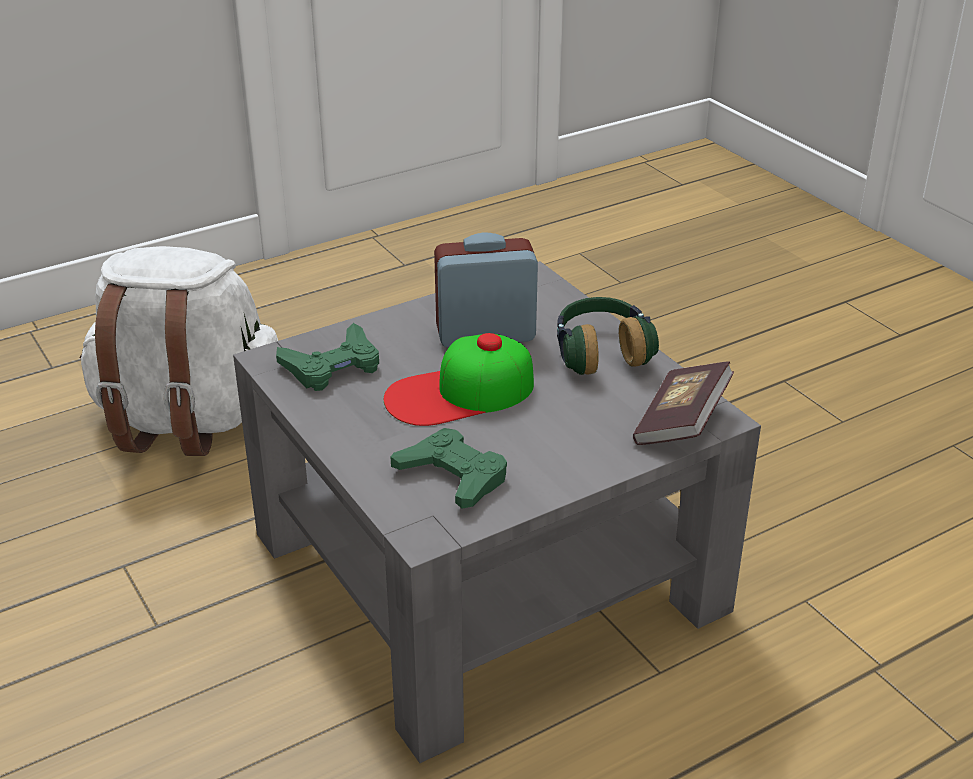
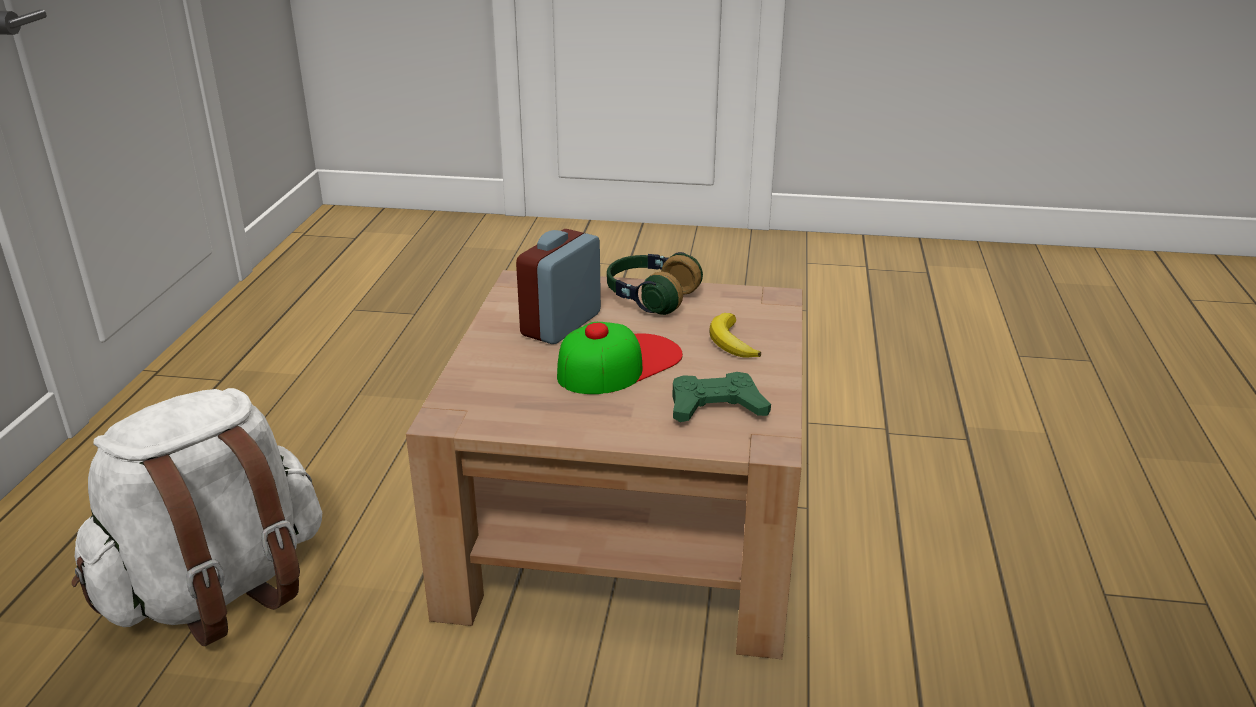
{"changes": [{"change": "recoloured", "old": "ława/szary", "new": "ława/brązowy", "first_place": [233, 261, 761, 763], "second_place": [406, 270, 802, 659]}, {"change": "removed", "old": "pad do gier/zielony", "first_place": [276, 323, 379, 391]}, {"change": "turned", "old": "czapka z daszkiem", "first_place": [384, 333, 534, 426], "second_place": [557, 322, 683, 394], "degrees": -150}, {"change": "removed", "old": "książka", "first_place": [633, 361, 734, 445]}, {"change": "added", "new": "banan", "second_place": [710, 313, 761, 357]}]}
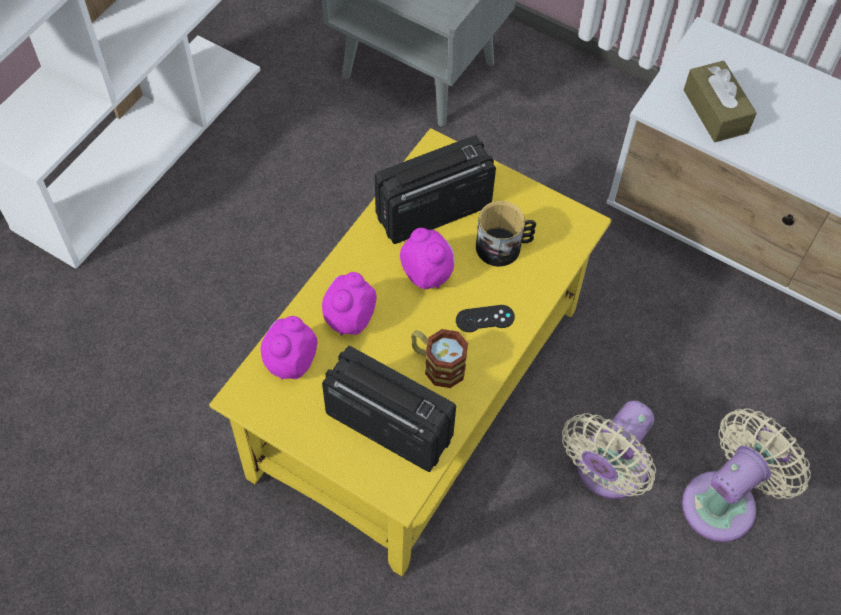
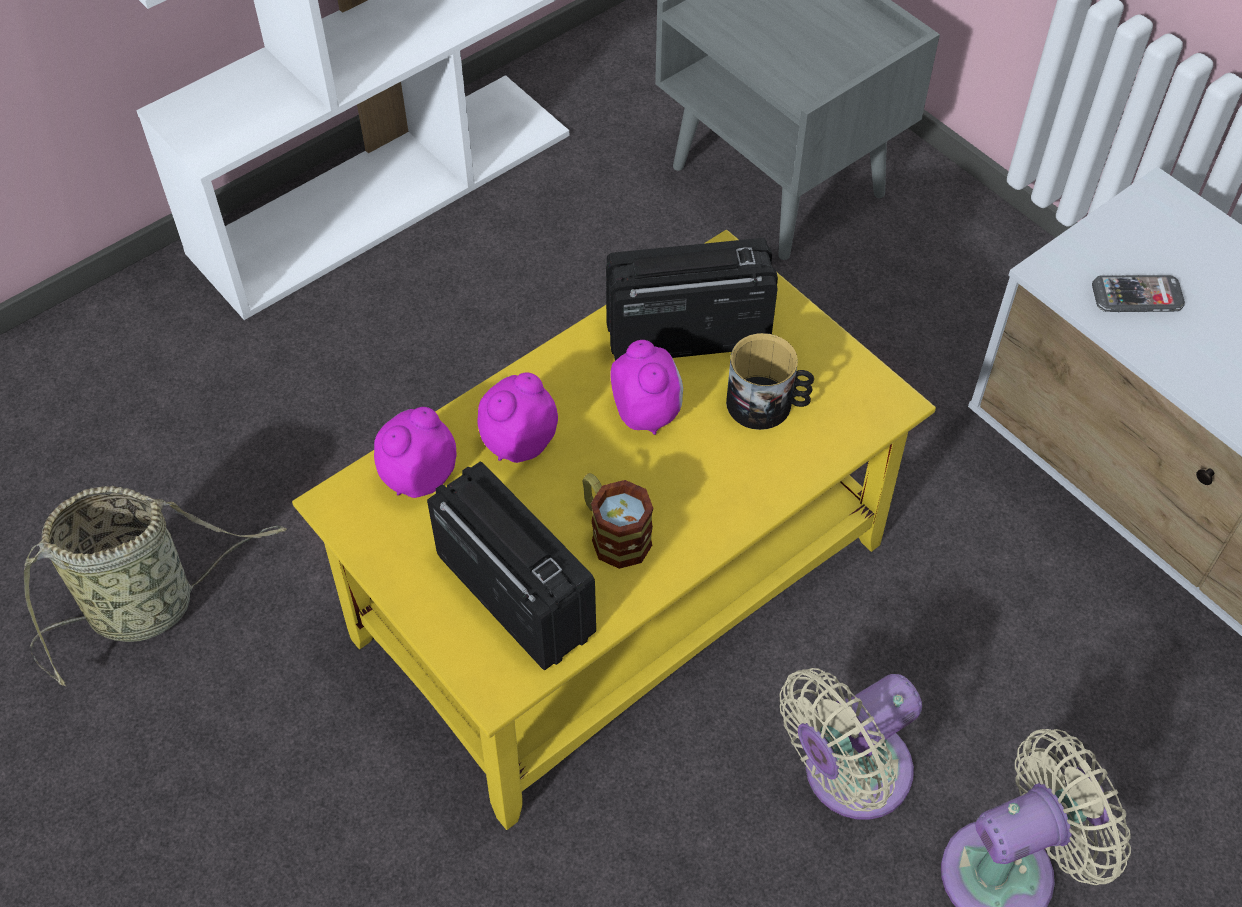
{"changes": [{"change": "removed", "old": "pad do gier/czarny", "first_place": [456, 305, 515, 332]}, {"change": "replaced", "old": "pudełko chusteczek/brązowy", "new": "telefon", "first_place": [684, 61, 757, 142], "second_place": [1092, 275, 1185, 312]}, {"change": "added", "new": "koszyk", "second_place": [24, 486, 287, 686]}]}
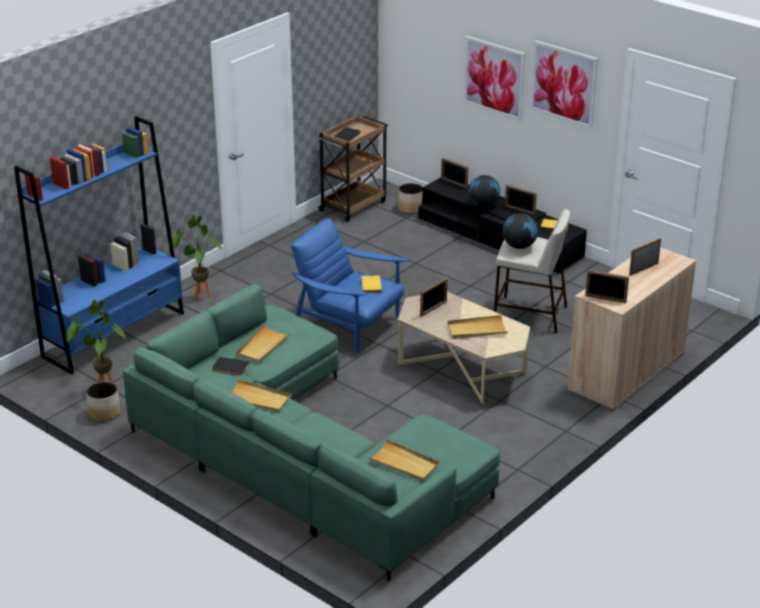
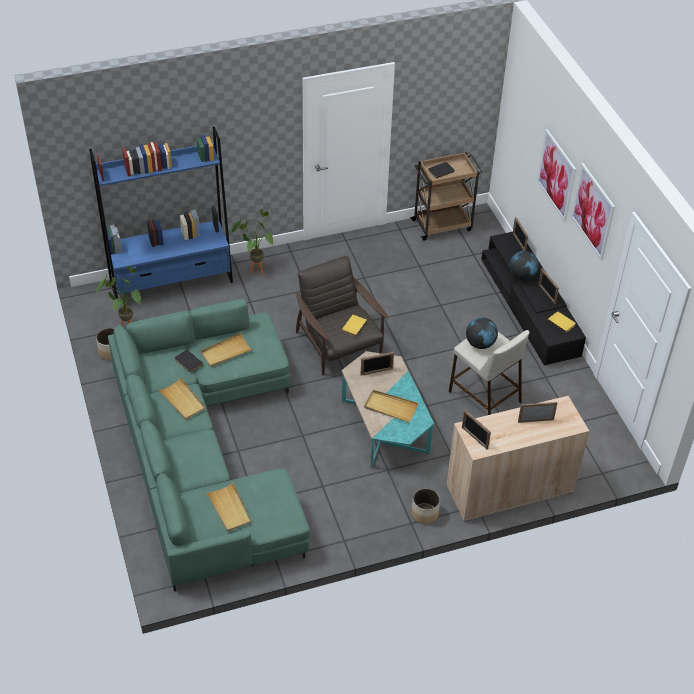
{"changes": [{"change": "recoloured", "old": "fotel/niebieski", "new": "fotel/brązowy", "first_place": [291, 218, 408, 353], "second_place": [296, 256, 389, 376]}, {"change": "moved", "old": "donica", "first_place": [398, 183, 423, 214], "second_place": [411, 488, 440, 524]}, {"change": "recoloured", "old": "ława/beżowy", "new": "ława/turkusowy", "first_place": [398, 292, 530, 404], "second_place": [342, 351, 434, 468]}]}
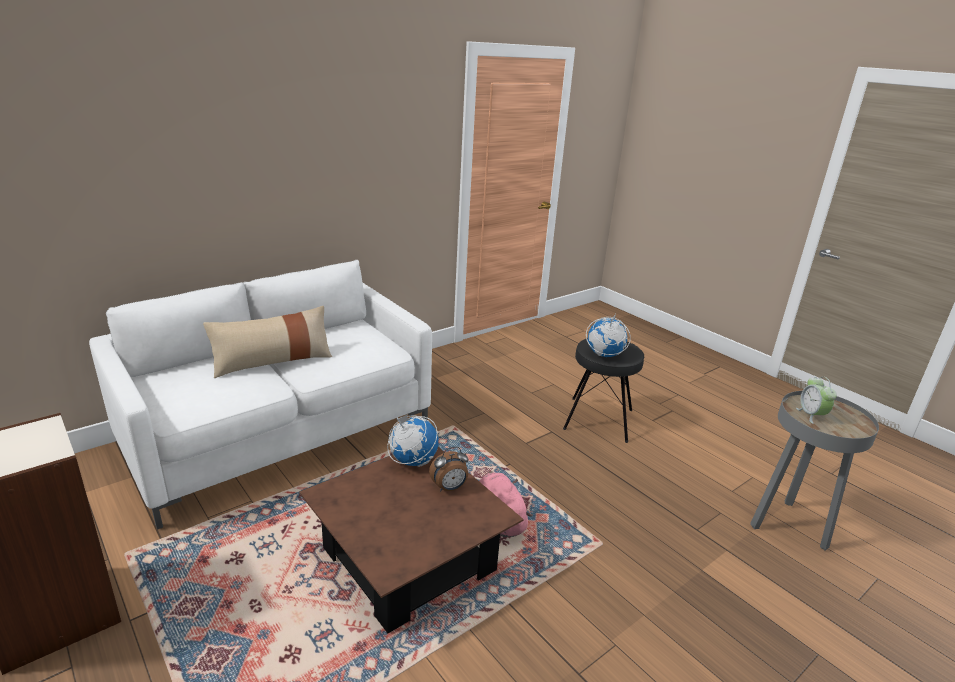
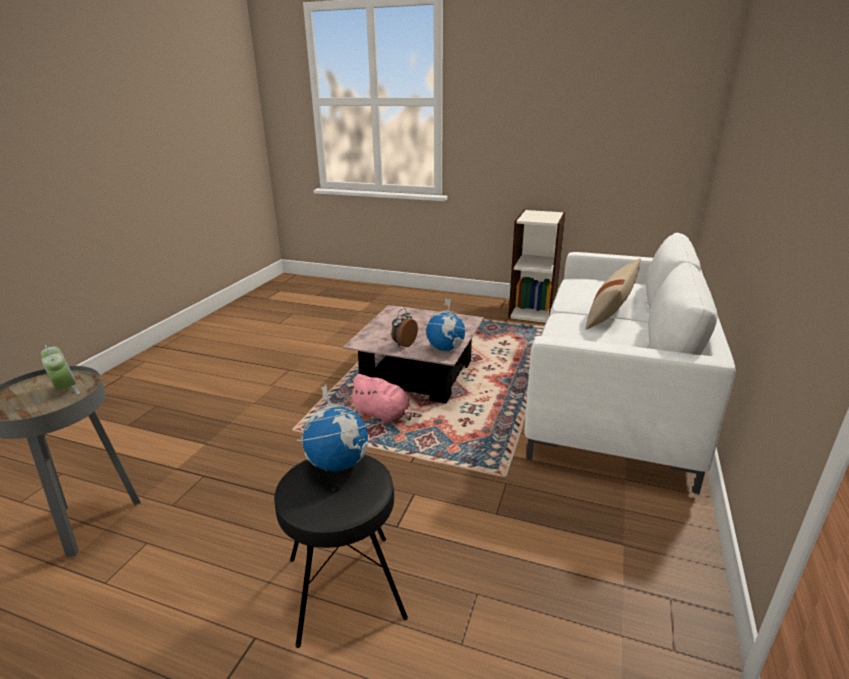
{"changes": [{"change": "recoloured", "old": "ława/brązowy", "new": "ława/różowy", "first_place": [299, 447, 523, 633], "second_place": [343, 305, 484, 404]}]}
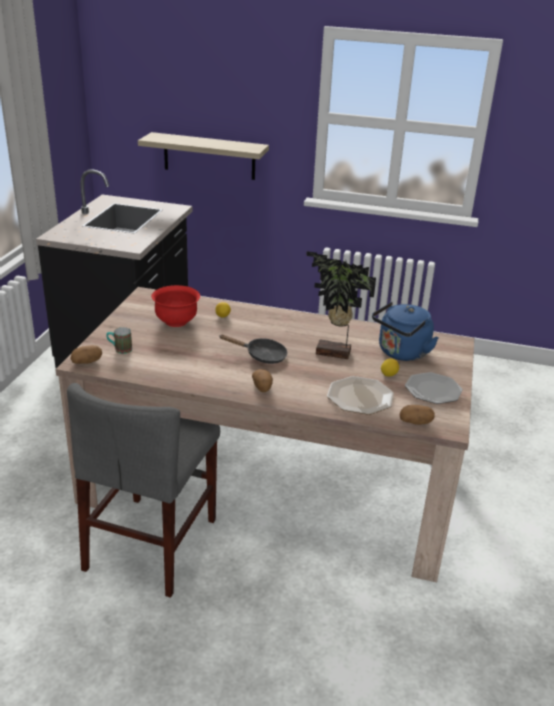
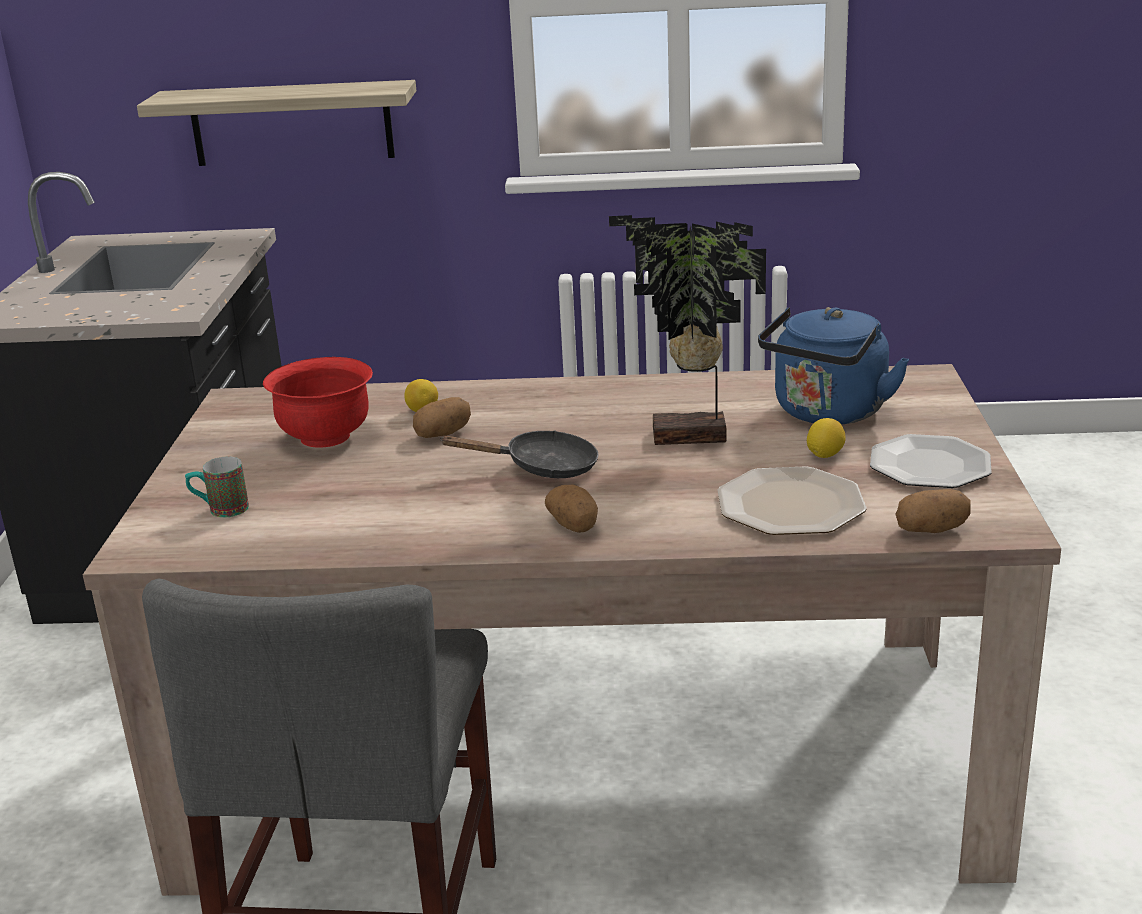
{"changes": [{"change": "moved", "old": "ziemniak", "first_place": [71, 345, 102, 364], "second_place": [413, 397, 471, 438]}]}
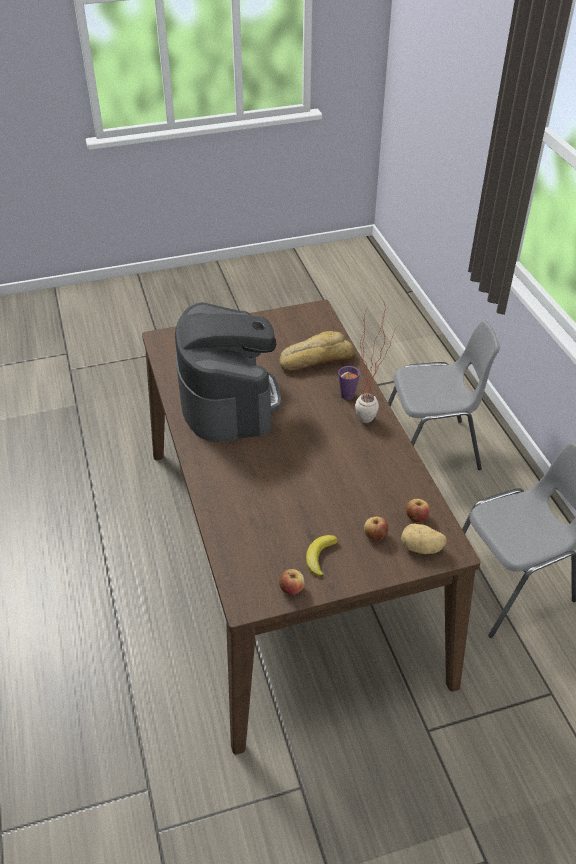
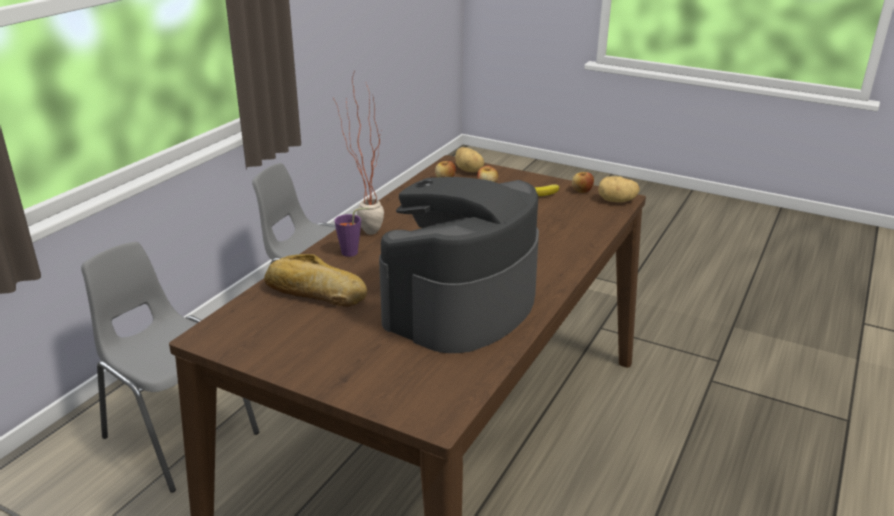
{"changes": [{"change": "added", "new": "ziemniak", "second_place": [598, 176, 640, 202]}]}
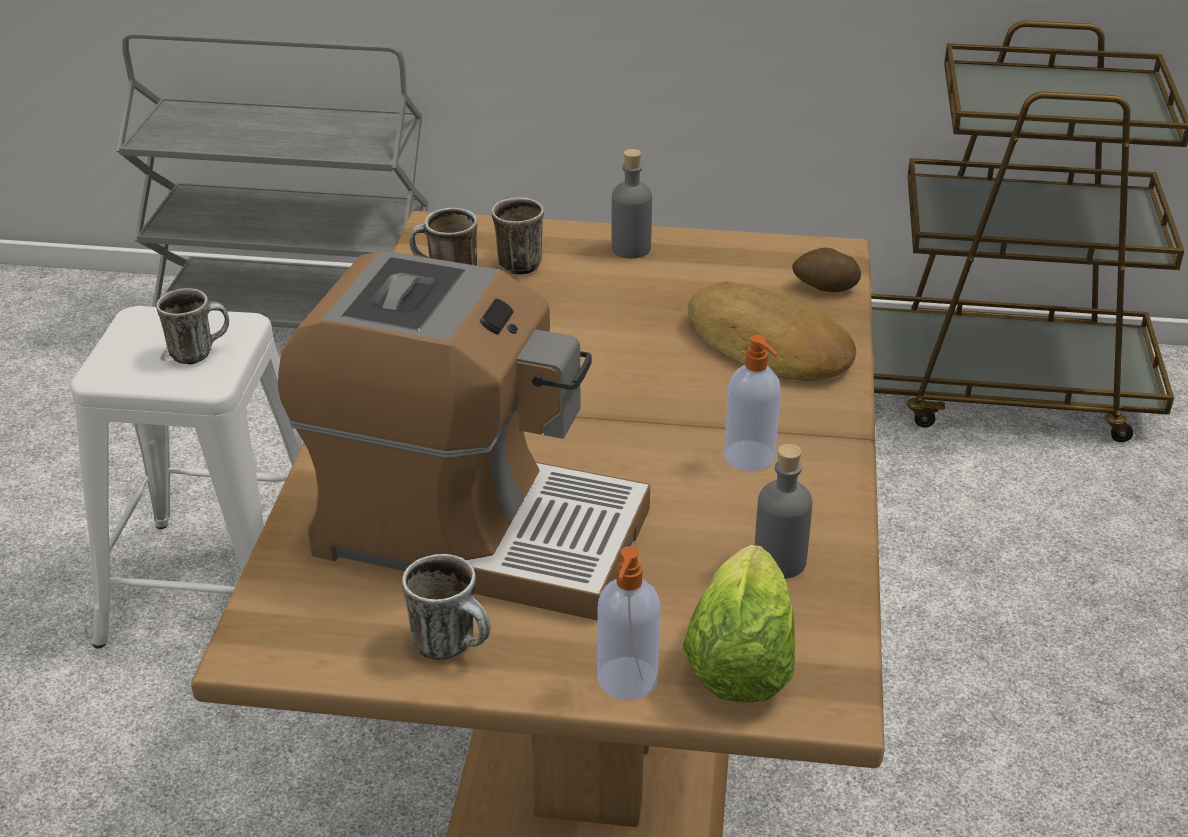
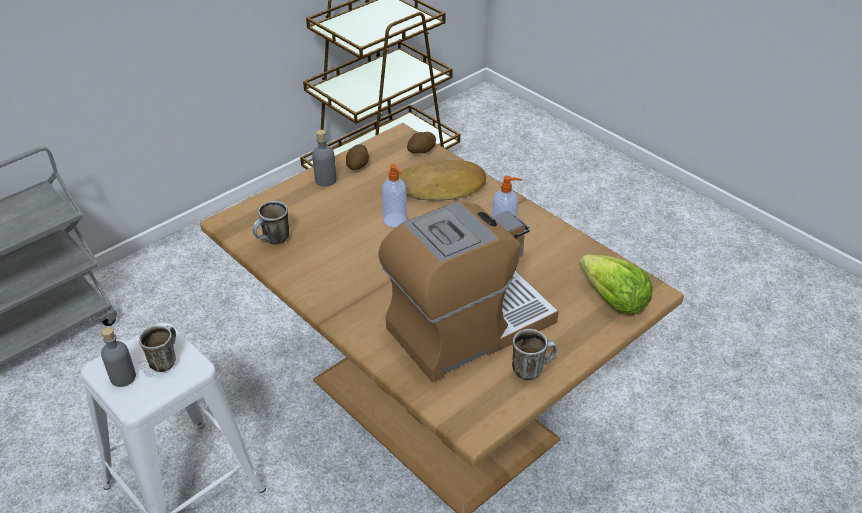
{"changes": [{"change": "removed", "old": "kubek", "first_place": [491, 197, 544, 275]}, {"change": "moved", "old": "dozownik mydła", "first_place": [597, 546, 660, 700], "second_place": [382, 164, 407, 227]}, {"change": "moved", "old": "butelka/szary", "first_place": [755, 444, 813, 579], "second_place": [101, 327, 136, 387]}, {"change": "added", "new": "ziemniak", "second_place": [346, 144, 369, 170]}]}
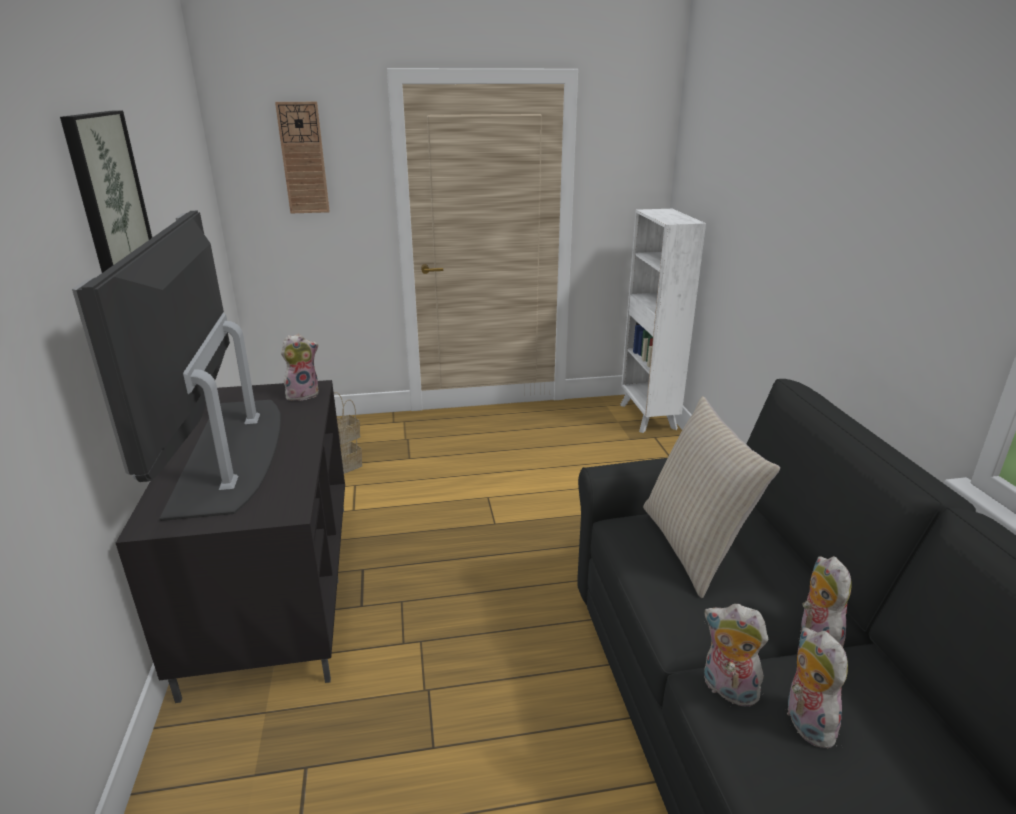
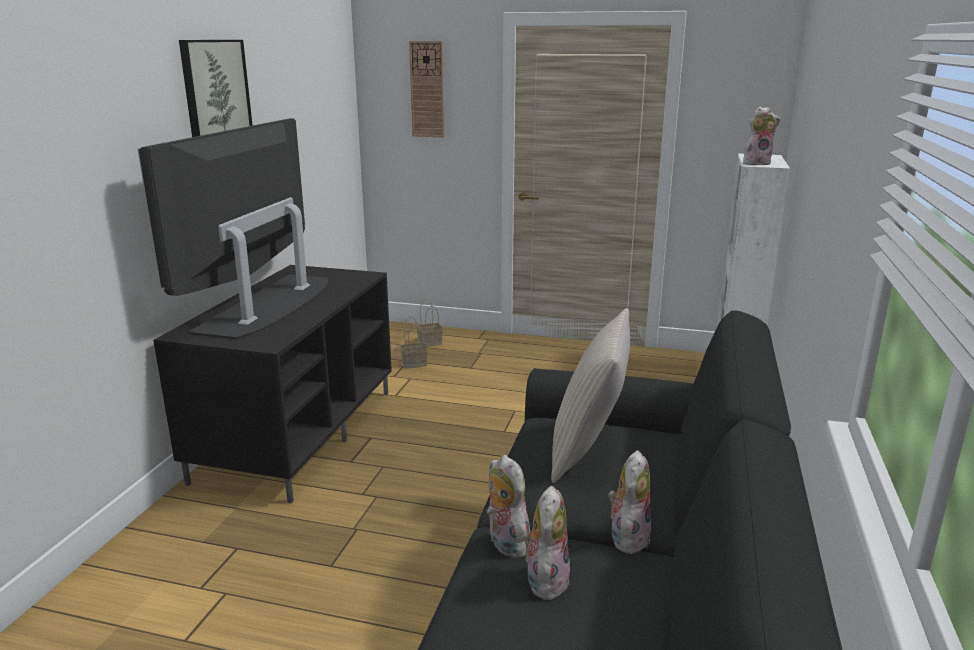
{"changes": [{"change": "moved", "old": "pluszak", "first_place": [281, 334, 319, 401], "second_place": [743, 106, 781, 165]}]}
